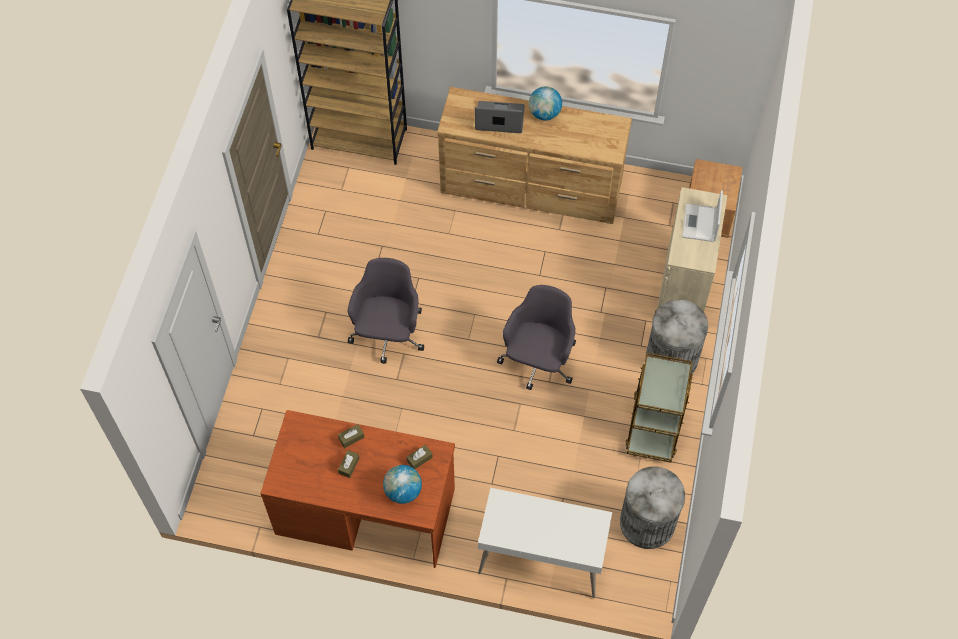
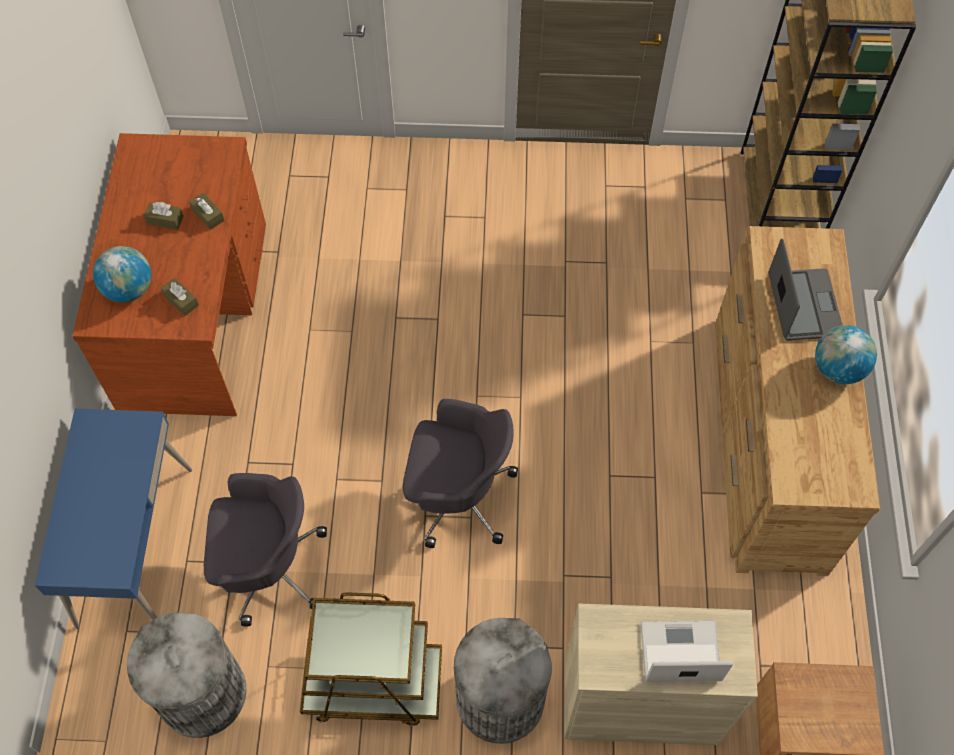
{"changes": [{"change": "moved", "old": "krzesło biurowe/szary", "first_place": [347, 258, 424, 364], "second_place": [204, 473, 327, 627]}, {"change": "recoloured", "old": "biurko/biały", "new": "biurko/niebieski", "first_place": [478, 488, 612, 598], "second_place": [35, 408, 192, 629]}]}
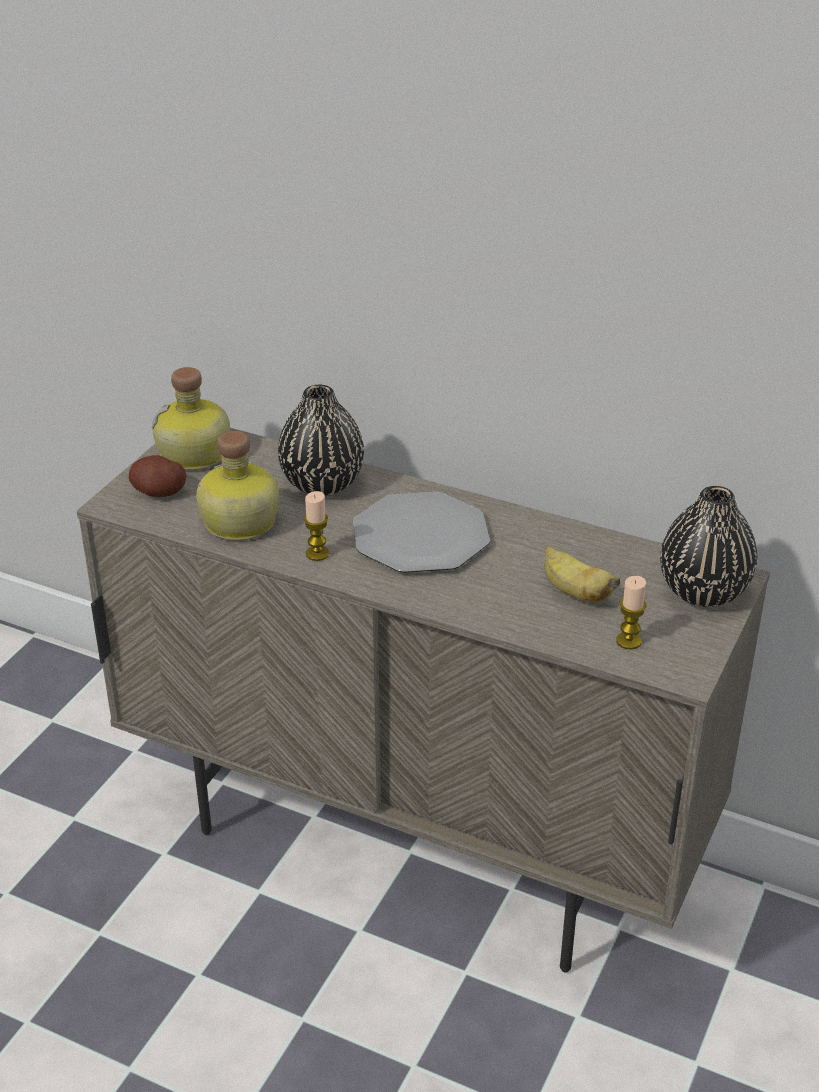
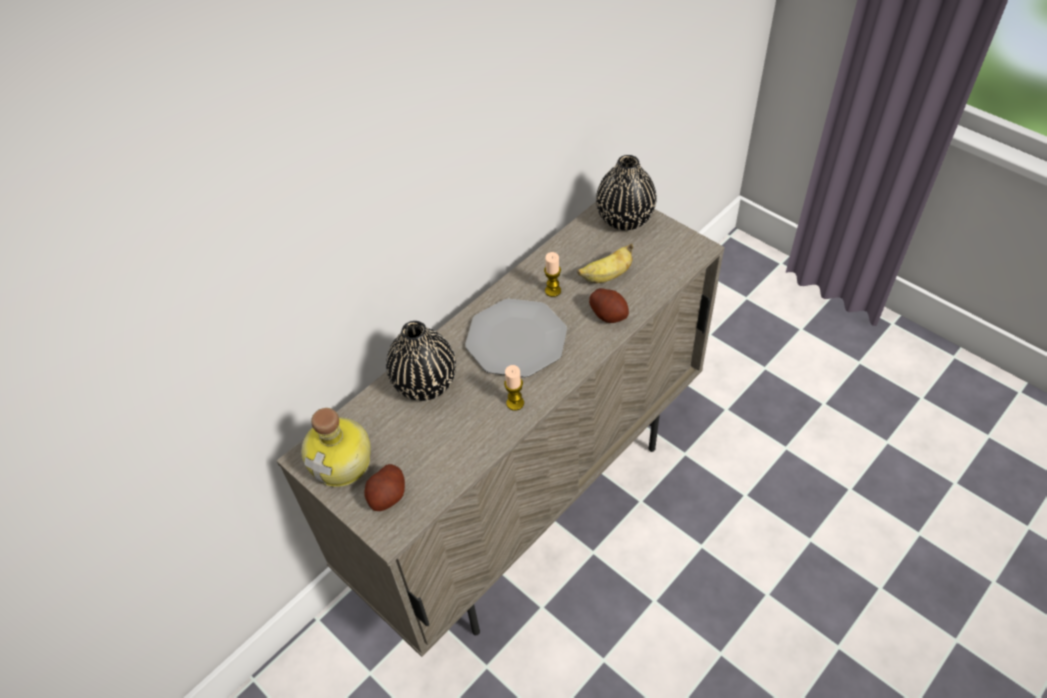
{"changes": [{"change": "removed", "old": "butelka", "first_place": [196, 431, 279, 541]}, {"change": "moved", "old": "świeca", "first_place": [616, 576, 646, 650], "second_place": [544, 252, 561, 297]}, {"change": "added", "new": "ziemniak", "second_place": [589, 288, 629, 323]}]}
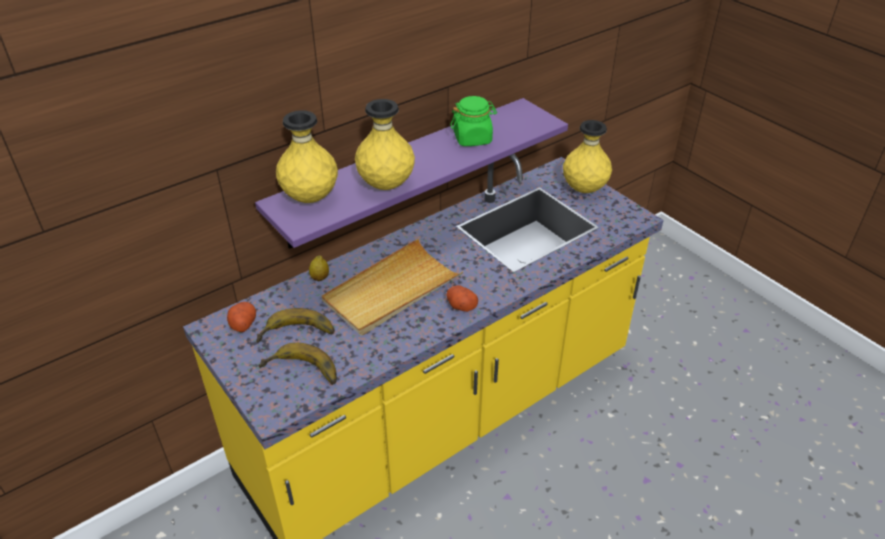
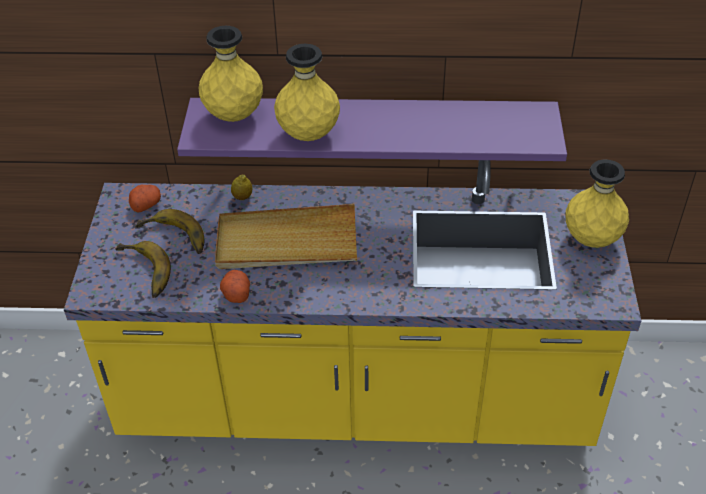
{"changes": [{"change": "moved", "old": "ziemniak", "first_place": [446, 285, 478, 312], "second_place": [220, 270, 250, 303]}, {"change": "removed", "old": "słoik/zielony", "first_place": [451, 96, 497, 146]}]}
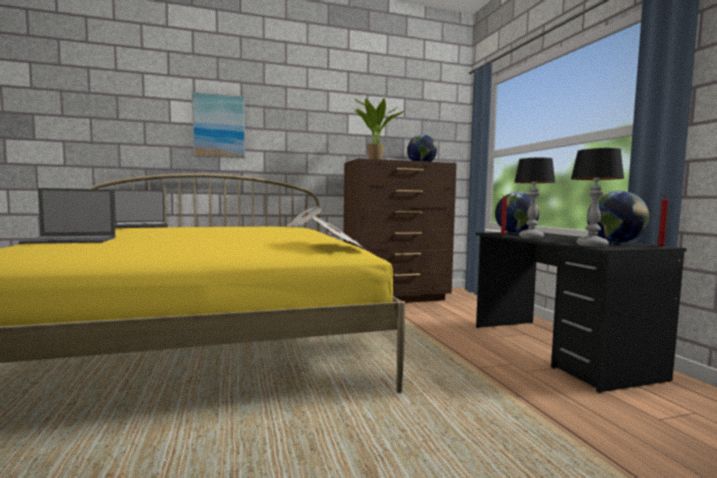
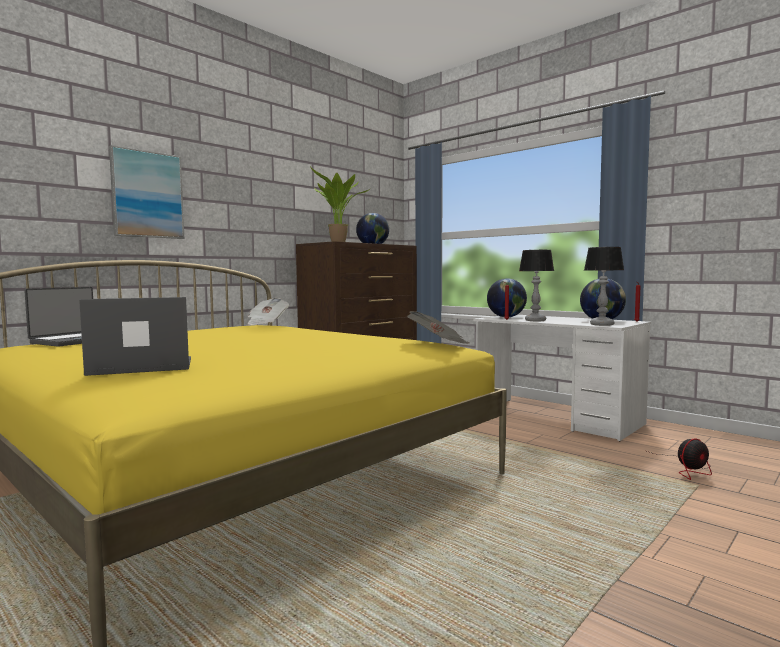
{"changes": [{"change": "turned", "old": "laptop", "first_place": [19, 188, 116, 244], "second_place": [79, 297, 191, 376], "degrees": -150}, {"change": "recoloured", "old": "biurko/czarny", "new": "biurko/biały", "first_place": [476, 232, 687, 393], "second_place": [473, 315, 651, 441]}, {"change": "added", "new": "wentylator", "second_place": [647, 438, 712, 480]}]}
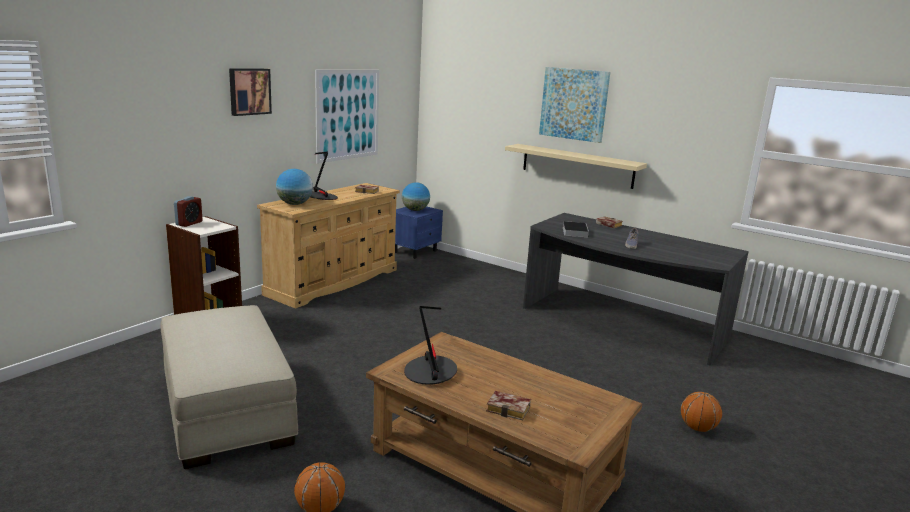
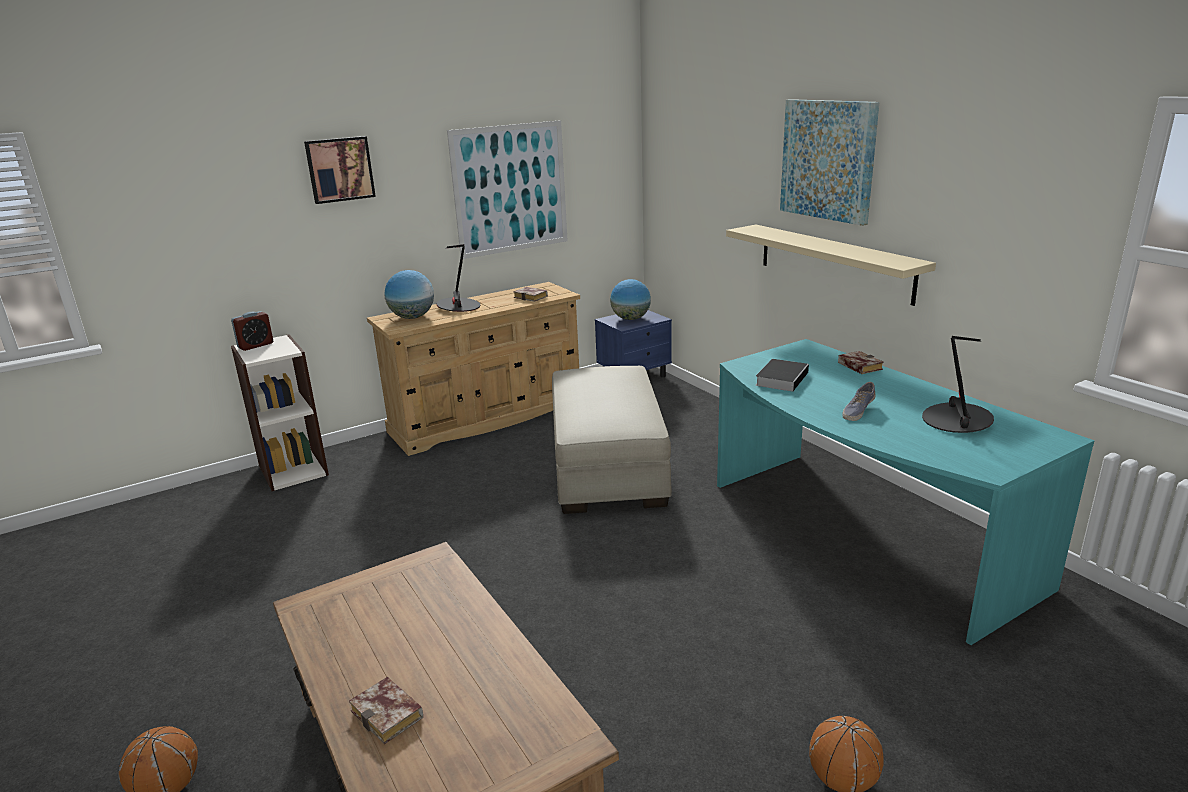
{"changes": [{"change": "moved", "old": "pufa/beżowy", "first_place": [160, 305, 298, 469], "second_place": [552, 366, 672, 514]}, {"change": "moved", "old": "lampa stołowa", "first_place": [404, 306, 457, 385], "second_place": [922, 336, 994, 433]}, {"change": "recoloured", "old": "biurko/szary", "new": "biurko/turkusowy", "first_place": [523, 213, 749, 365], "second_place": [717, 339, 1094, 645]}]}
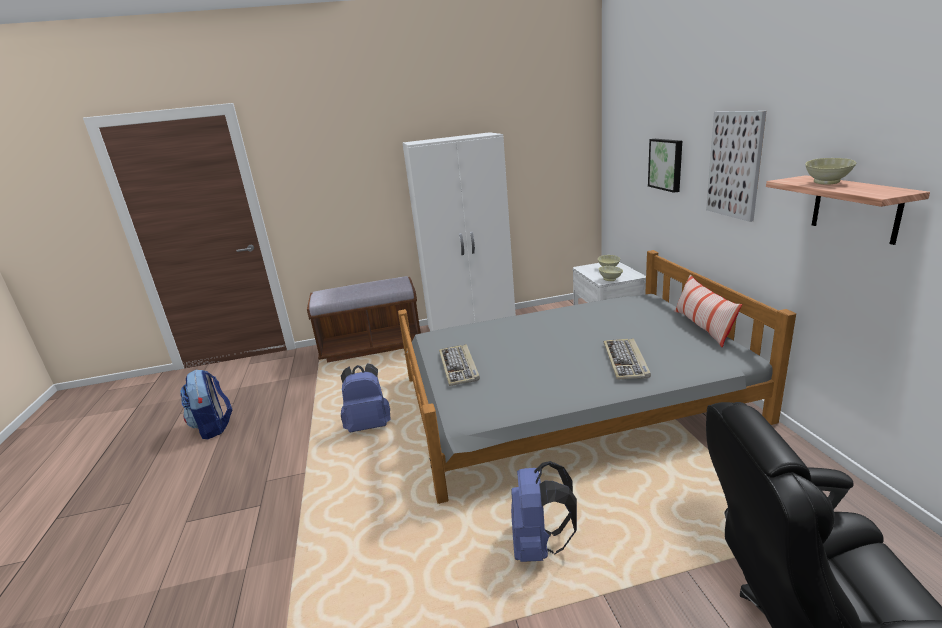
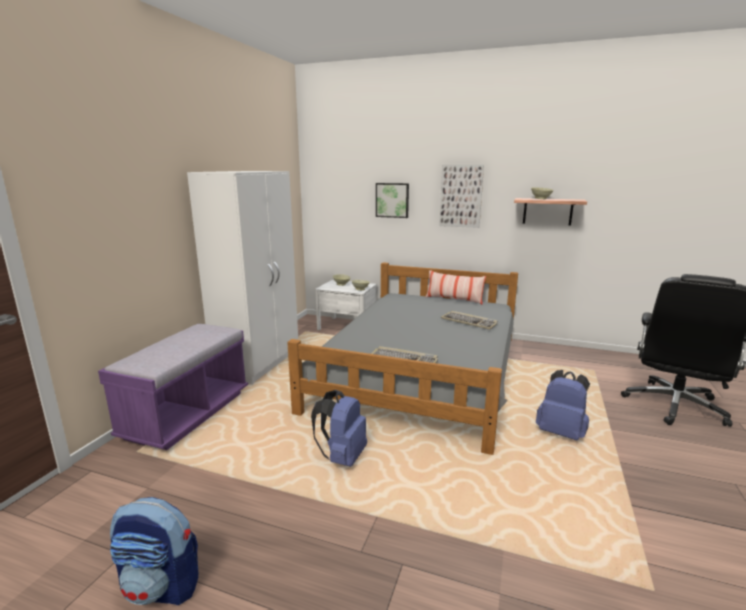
{"changes": [{"change": "recoloured", "old": "ławka/brązowy", "new": "ławka/fioletowy", "first_place": [307, 276, 421, 363], "second_place": [98, 324, 248, 450]}]}
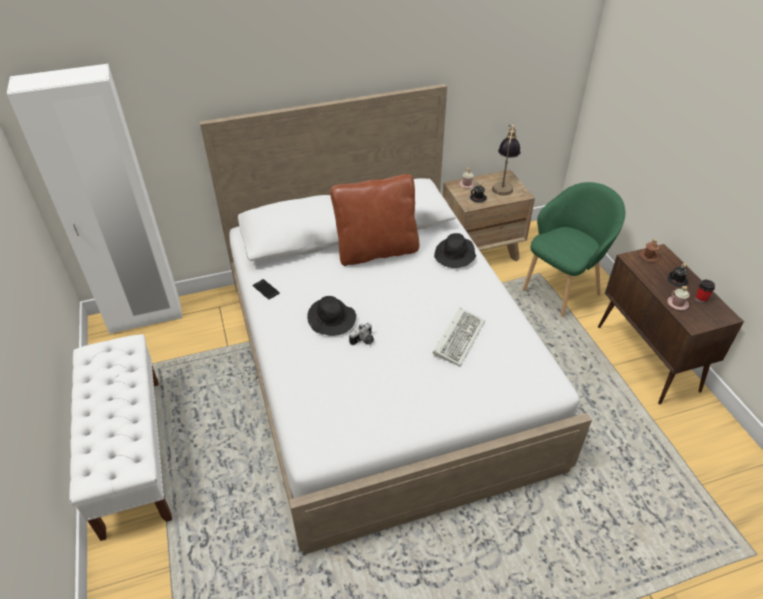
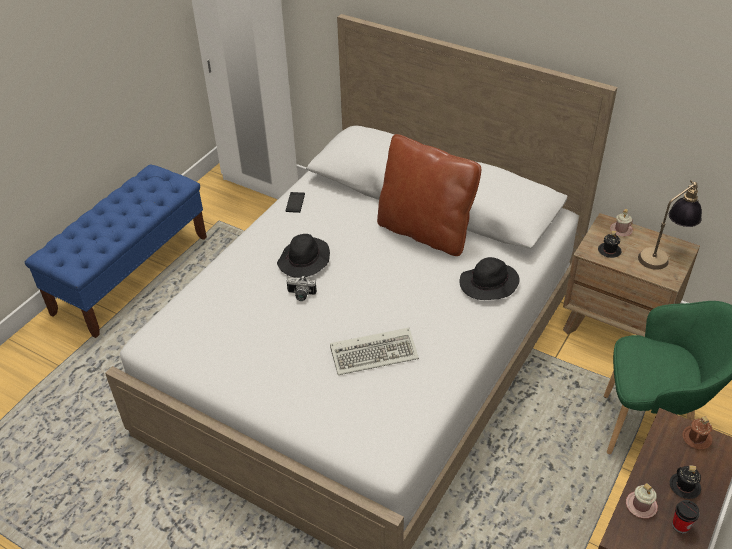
{"changes": [{"change": "recoloured", "old": "ławka/biały", "new": "ławka/niebieski", "first_place": [69, 334, 172, 541], "second_place": [25, 164, 207, 338]}]}
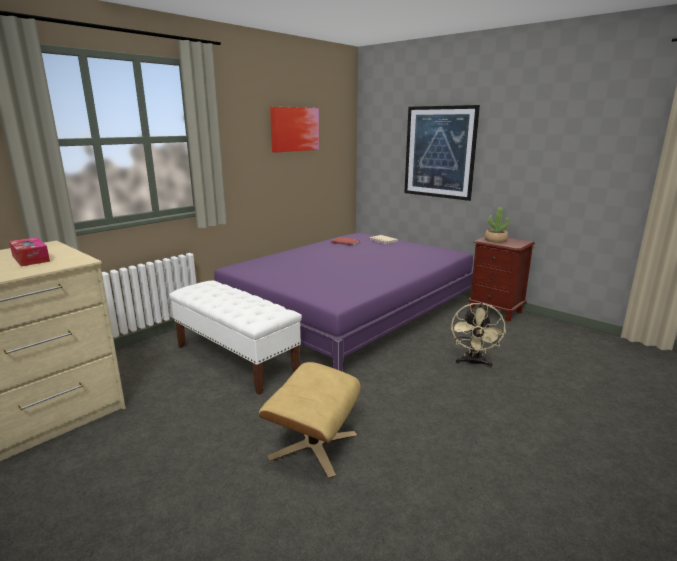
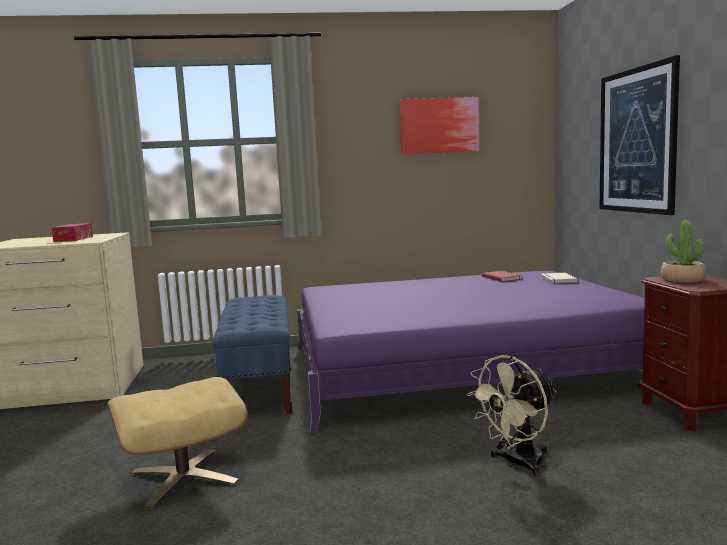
{"changes": [{"change": "recoloured", "old": "ławka/biały", "new": "ławka/niebieski", "first_place": [169, 281, 302, 395], "second_place": [212, 295, 291, 413]}]}
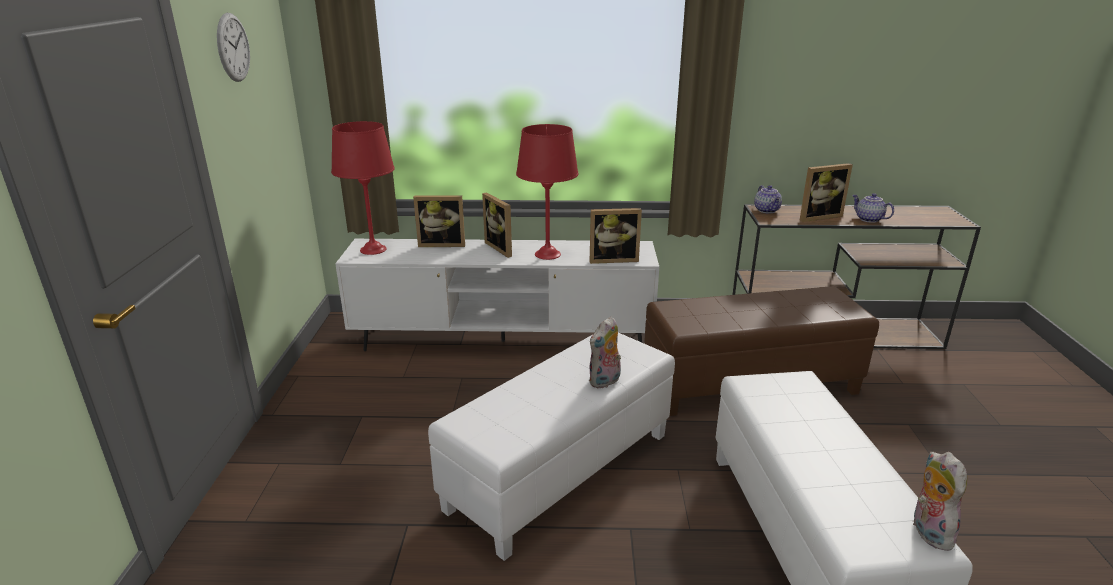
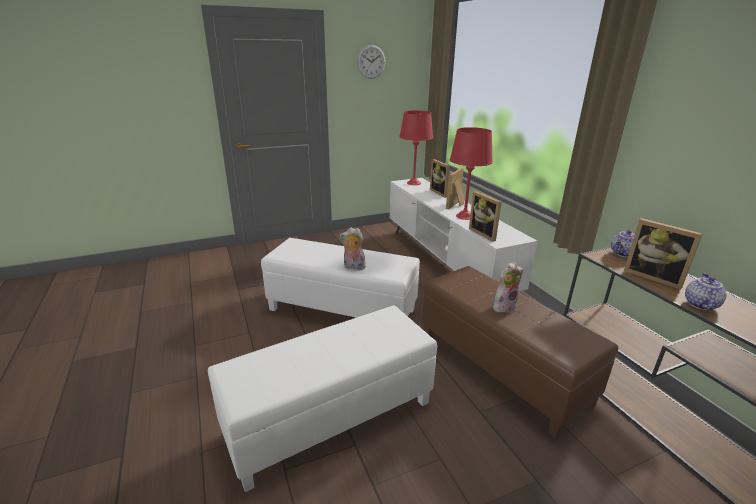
{"changes": [{"change": "moved", "old": "pluszak", "first_place": [913, 452, 967, 551], "second_place": [493, 262, 523, 313]}]}
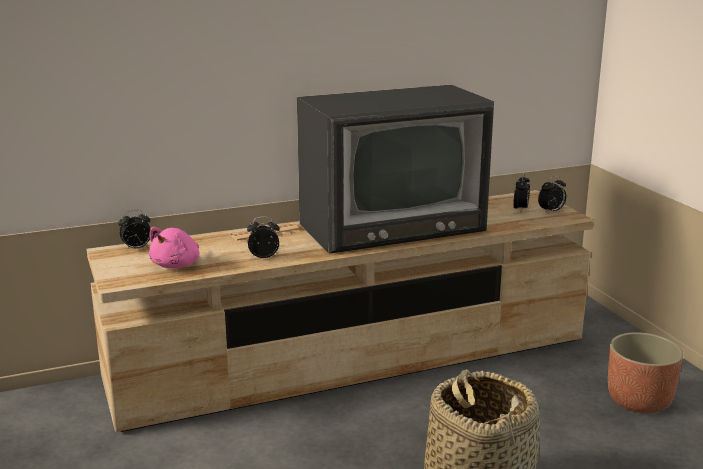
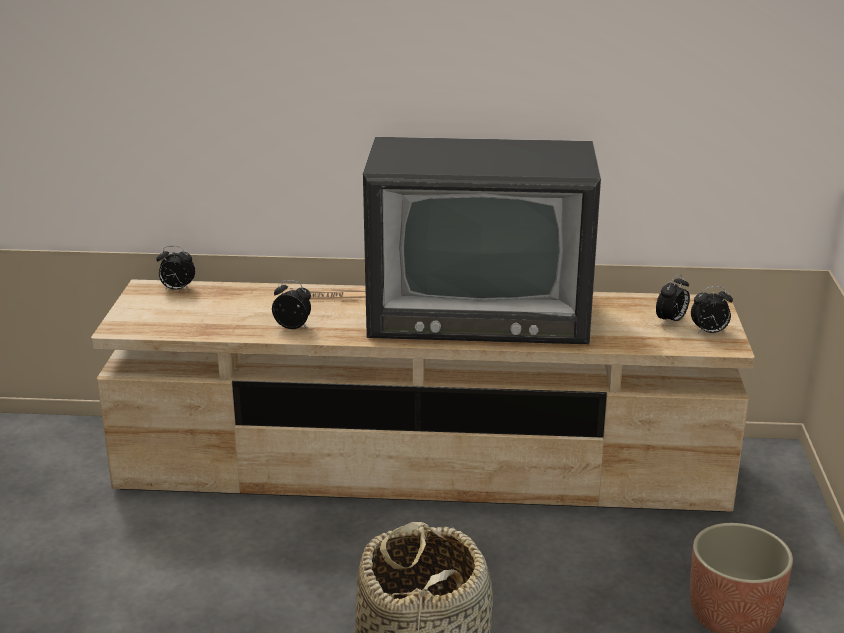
{"changes": [{"change": "removed", "old": "pluszak/różowy", "first_place": [149, 227, 200, 268]}]}
